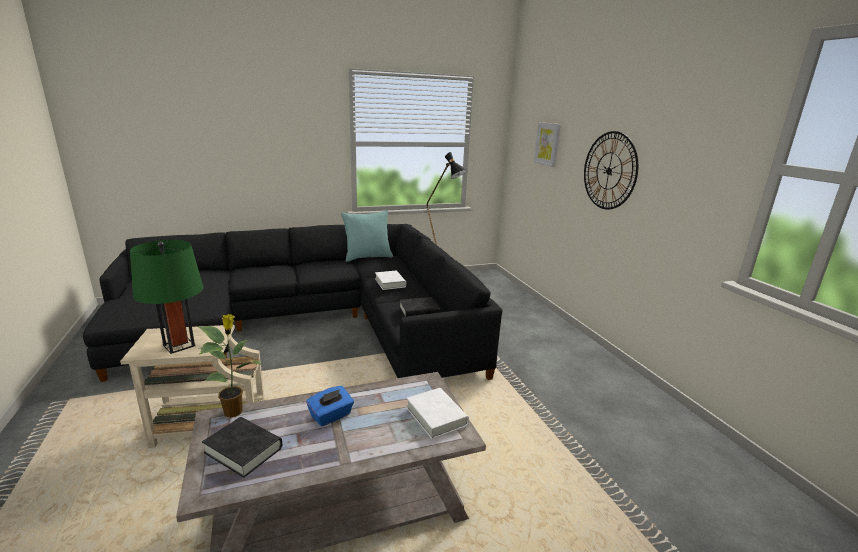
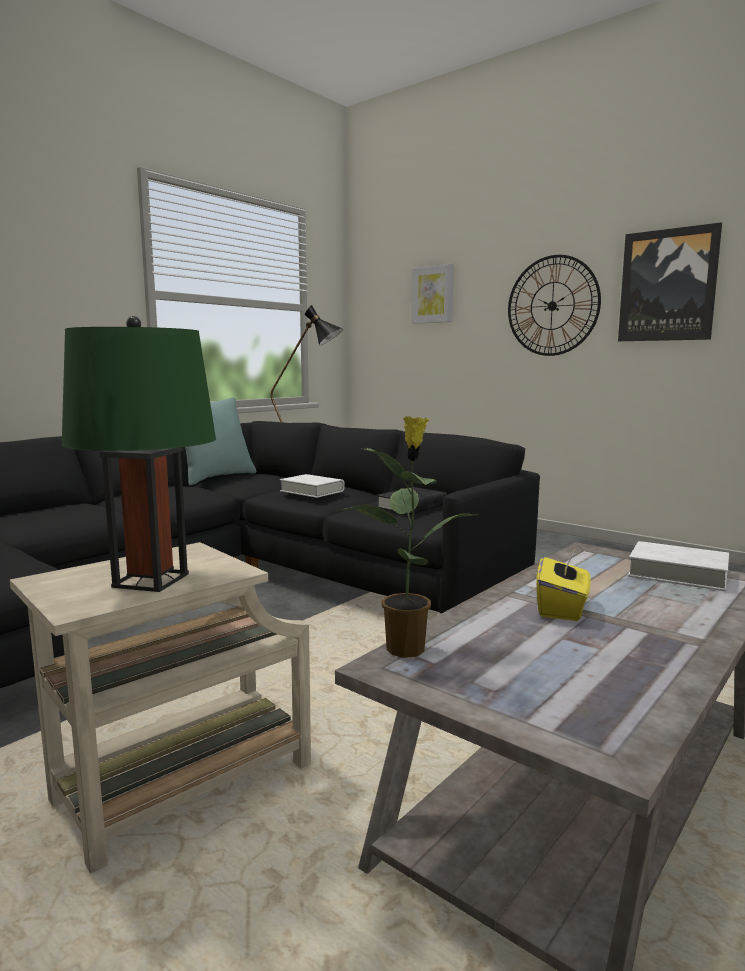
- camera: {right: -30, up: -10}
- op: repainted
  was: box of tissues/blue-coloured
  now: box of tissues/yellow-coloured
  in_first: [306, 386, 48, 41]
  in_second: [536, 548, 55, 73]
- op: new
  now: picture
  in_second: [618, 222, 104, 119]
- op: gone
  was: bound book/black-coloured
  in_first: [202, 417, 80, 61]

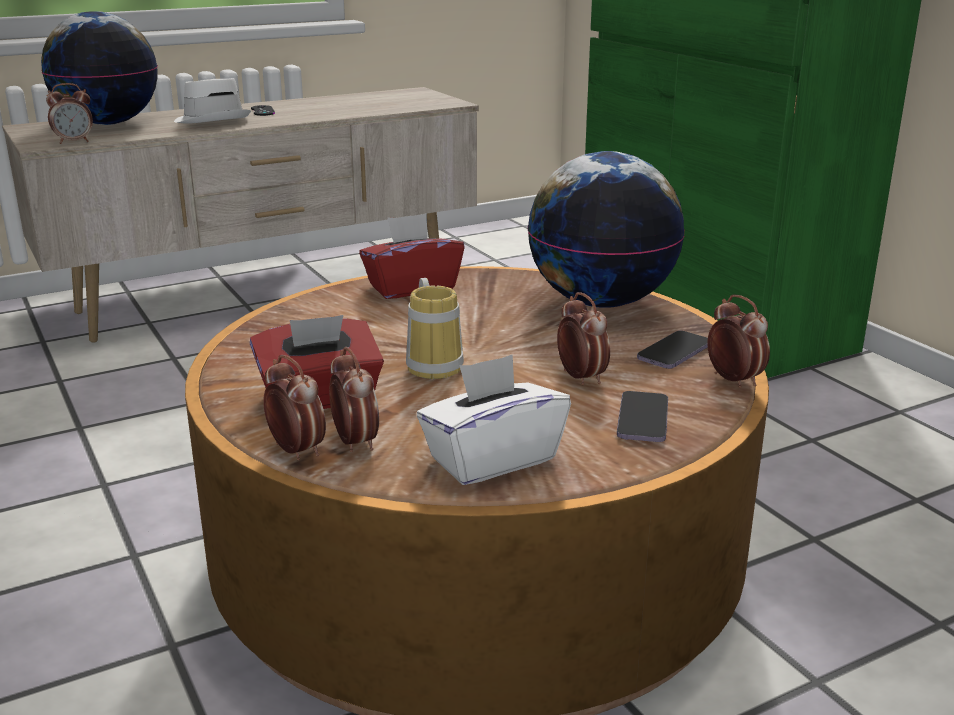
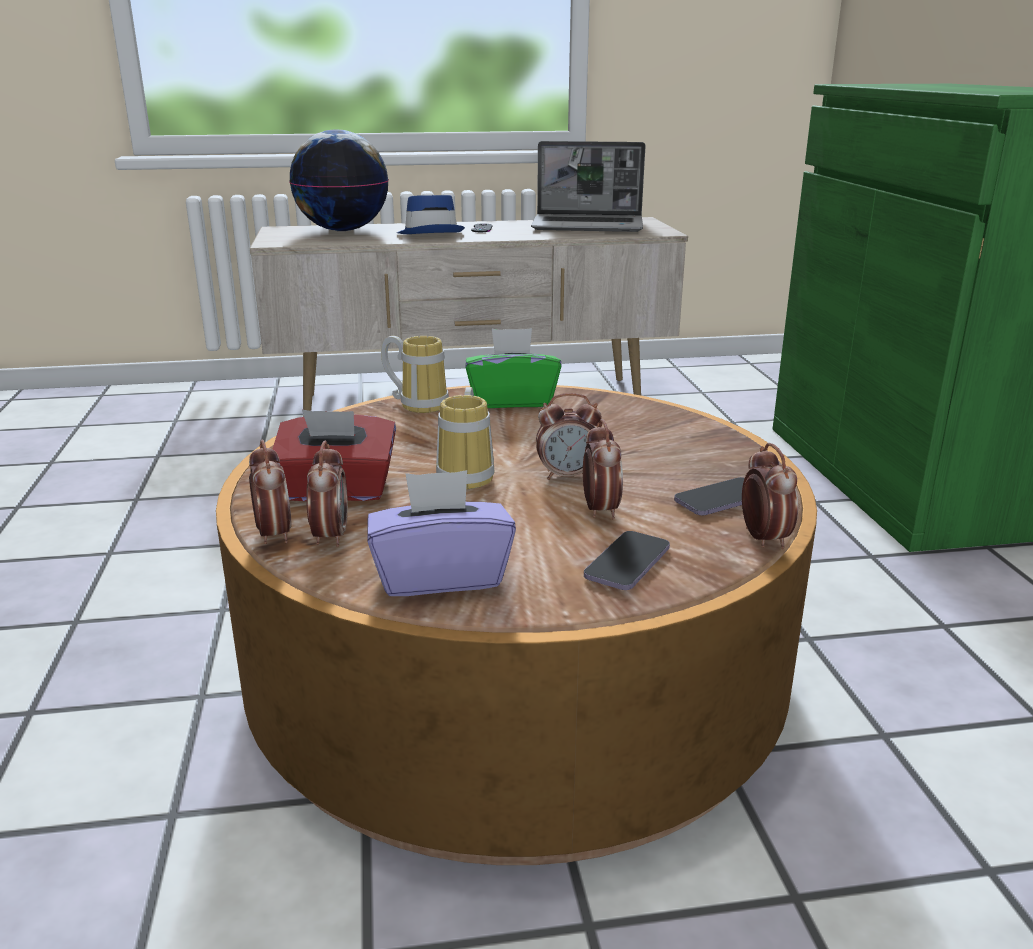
- camera: {right: 20, up: 0}
- op: repainted
  was: box of tissues/whitish
  now: box of tissues/purple-coloured
  in_first: [417, 355, 154, 130]
  in_second: [367, 470, 149, 126]
- op: new
  now: coffee mug
  in_second: [381, 336, 68, 77]
- op: repainted
  was: hat/whitish
  now: hat/blue-coloured
  in_first: [174, 78, 77, 46]
  in_second: [397, 195, 68, 39]
- op: repainted
  was: box of tissues/reddish
  now: box of tissues/greenish
  in_first: [359, 213, 106, 86]
  in_second: [466, 328, 96, 80]
- op: new
  now: notebook computer
  in_second: [531, 141, 114, 91]
- op: shifted
  was: bedside clock
  in_first: [46, 83, 47, 61]
  in_second: [536, 393, 66, 87]
- op: gone
  was: globe
  in_first: [527, 151, 158, 157]

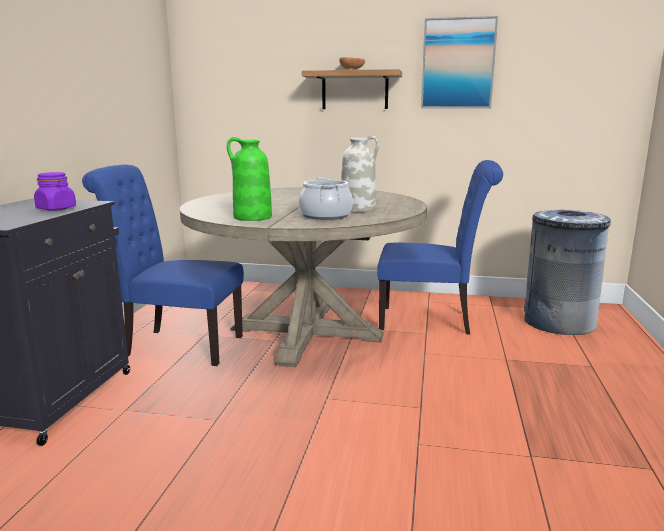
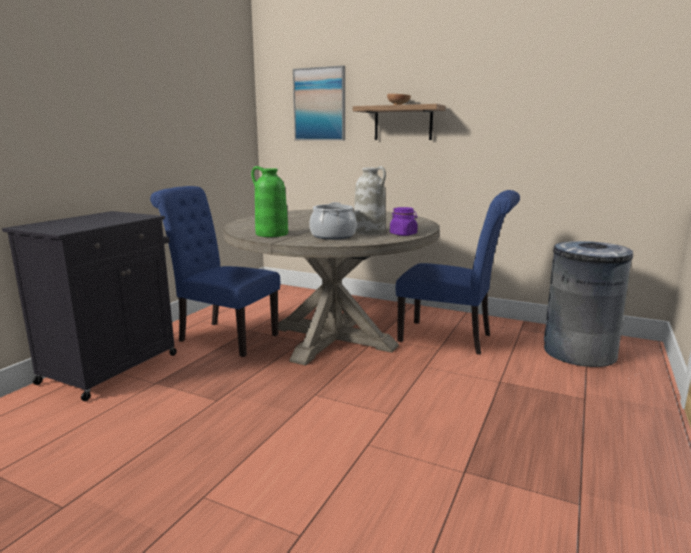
- camera: {right: 15, up: 0}
- op: shifted
  was: picture
  in_first: [421, 16, 77, 93]
  in_second: [293, 65, 52, 76]
- op: shifted
  was: preserve jar/purple-coloured
  in_first: [34, 172, 42, 38]
  in_second: [390, 207, 28, 29]

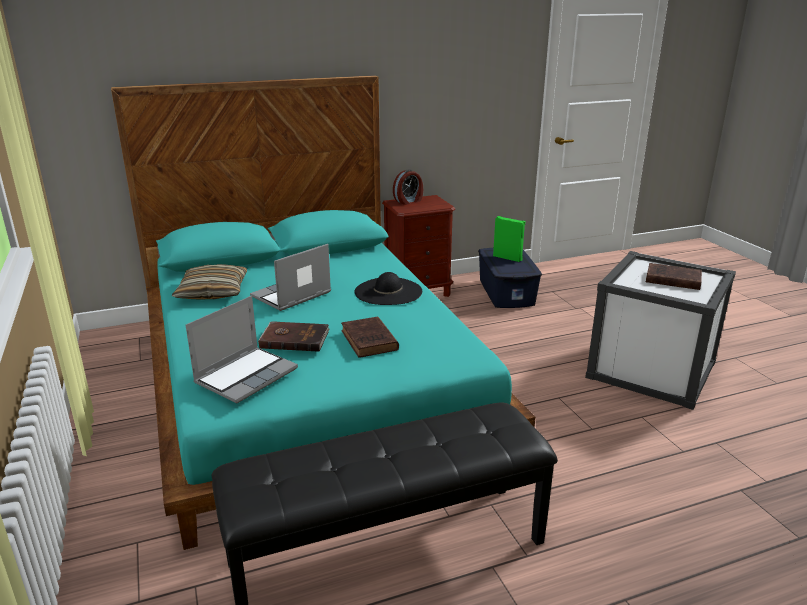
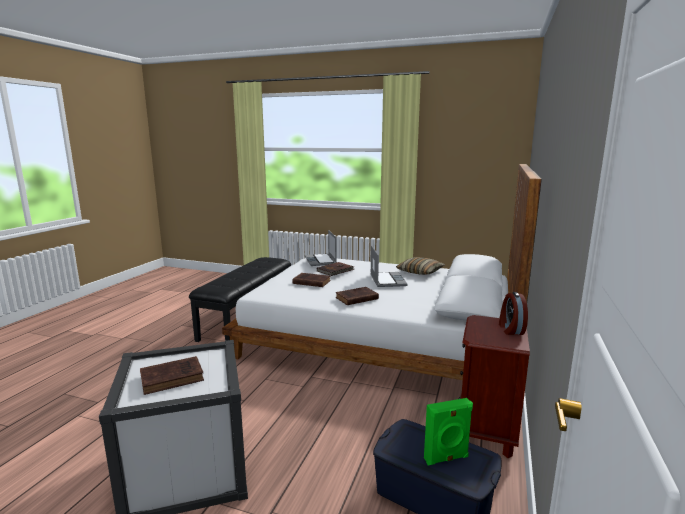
- camera: {right: 130, up: -10}
- op: repainted
  was: bedroom bed/turquoise
  now: bedroom bed/whitish
  in_first: [111, 75, 424, 475]
  in_second: [222, 164, 320, 216]
- op: swapped
  was: hat/black-coloured
  now: bound book/brown
  in_first: [354, 272, 68, 33]
  in_second: [336, 287, 43, 18]

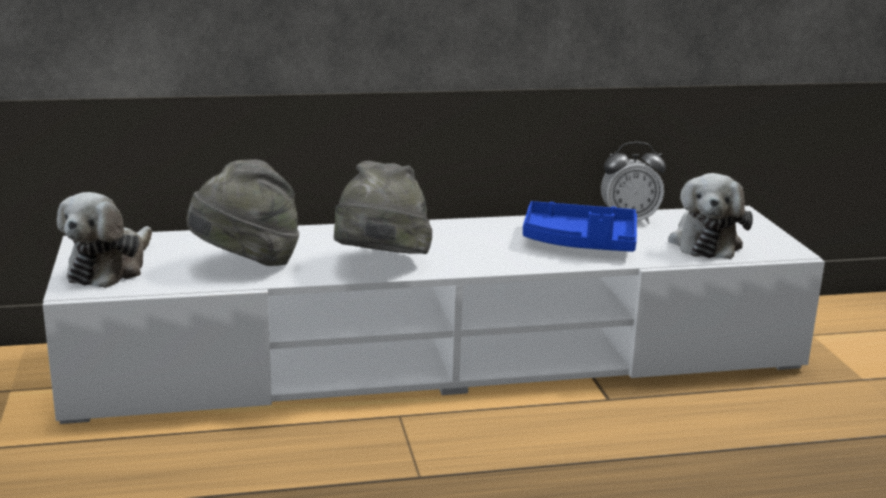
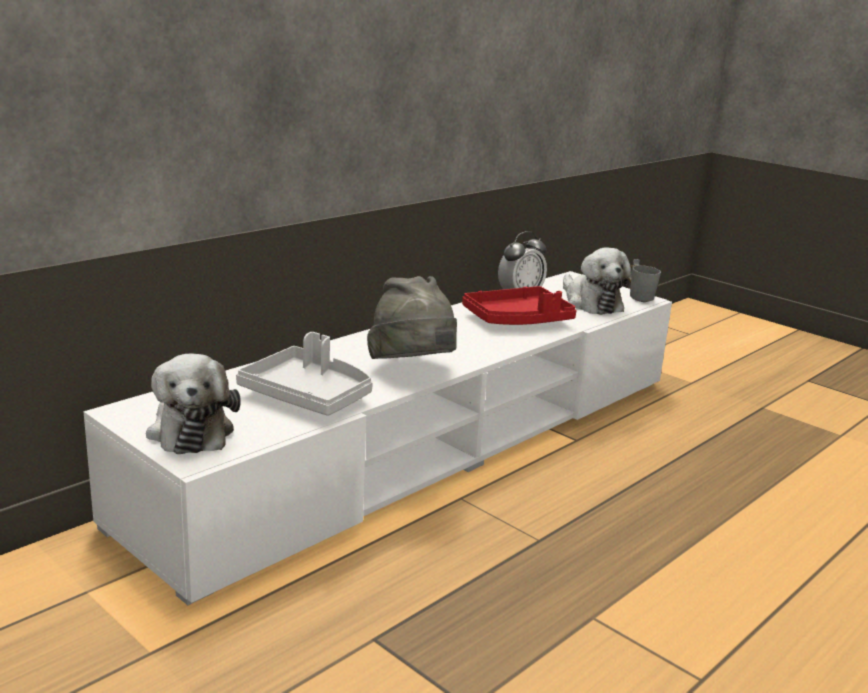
- camera: {right: -35, up: 0}
- op: swapped
  was: hat/greyish
  now: tray/greyish
  in_first: [187, 159, 112, 107]
  in_second: [236, 332, 137, 84]
- op: repainted
  was: tray/blue-coloured
  now: tray/reddish
  in_first: [523, 201, 114, 51]
  in_second: [462, 286, 115, 39]
- op: new
  now: coffee mug/greyish
  in_second: [628, 259, 33, 43]

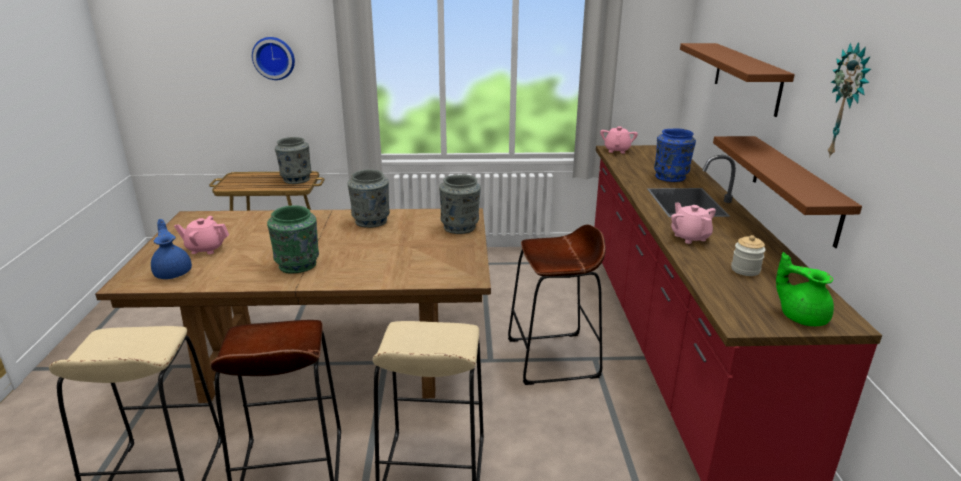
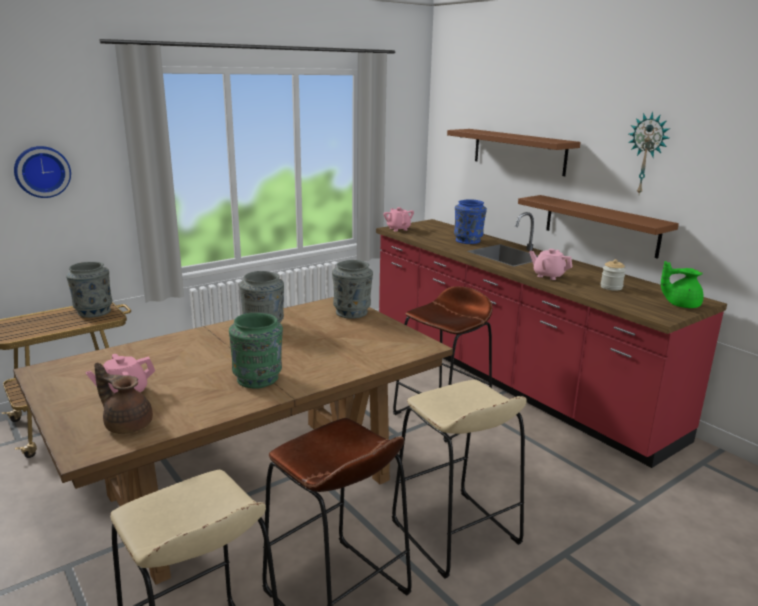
- camera: {right: -35, up: -5}
- op: repainted
  was: tea pot/blue-coloured
  now: tea pot/brown
  in_first: [151, 219, 41, 60]
  in_second: [94, 363, 59, 71]

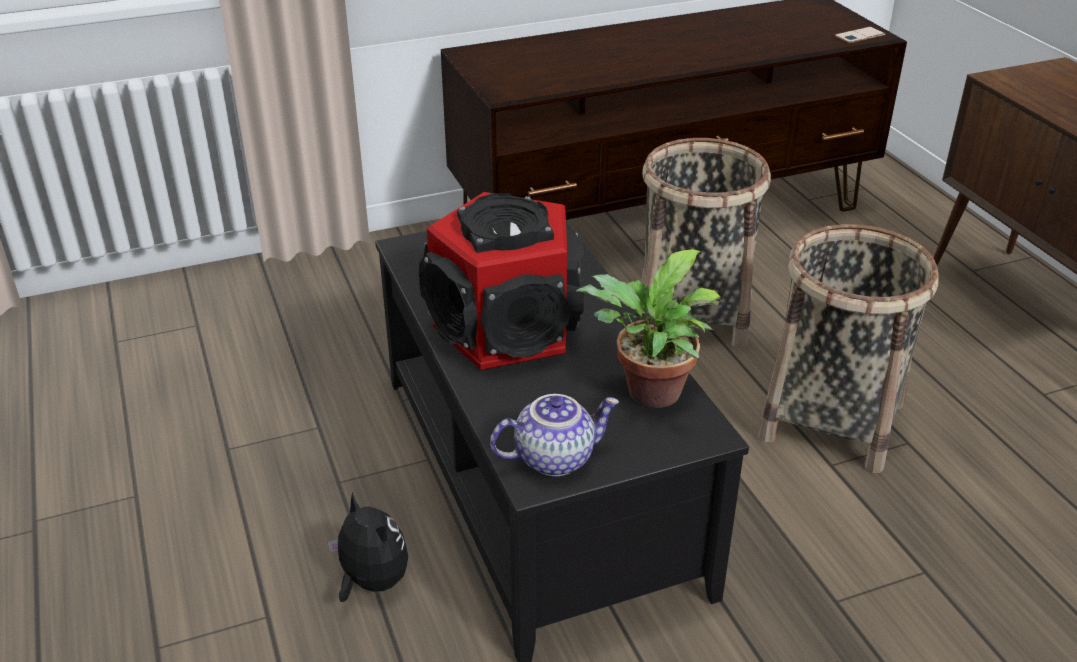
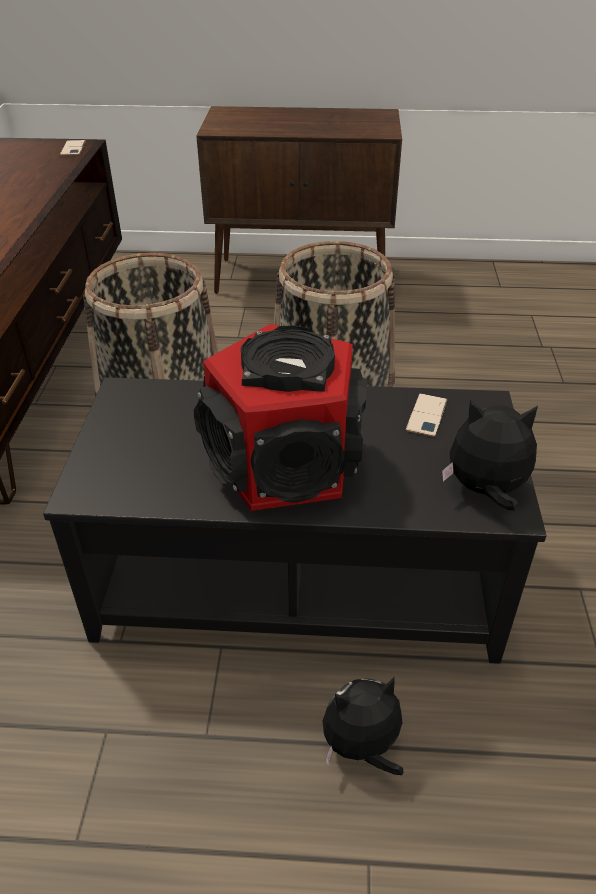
- camera: {right: -65, up: 5}
- op: swapped
  was: plant in a pot
  now: phone
  in_first: [576, 249, 145, 159]
  in_second: [406, 393, 41, 44]
- op: swapped
  was: tea pot
  now: plush toy
  in_first: [490, 394, 129, 82]
  in_second: [442, 400, 96, 110]

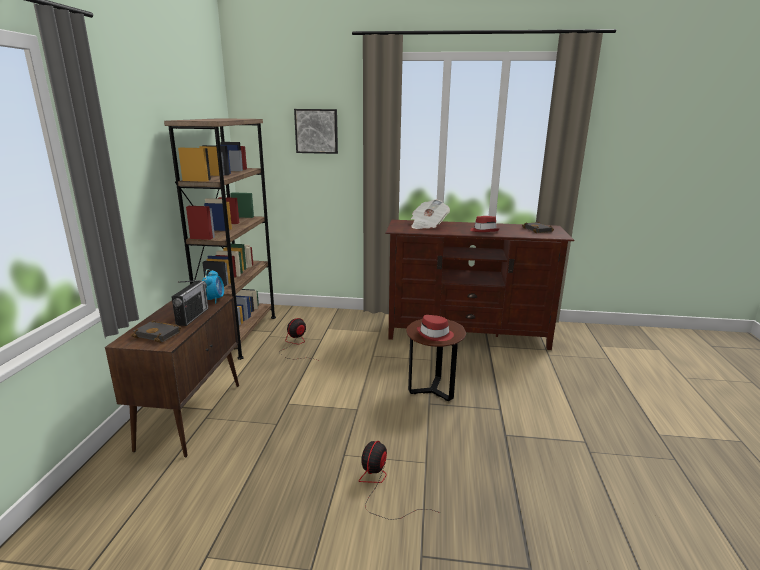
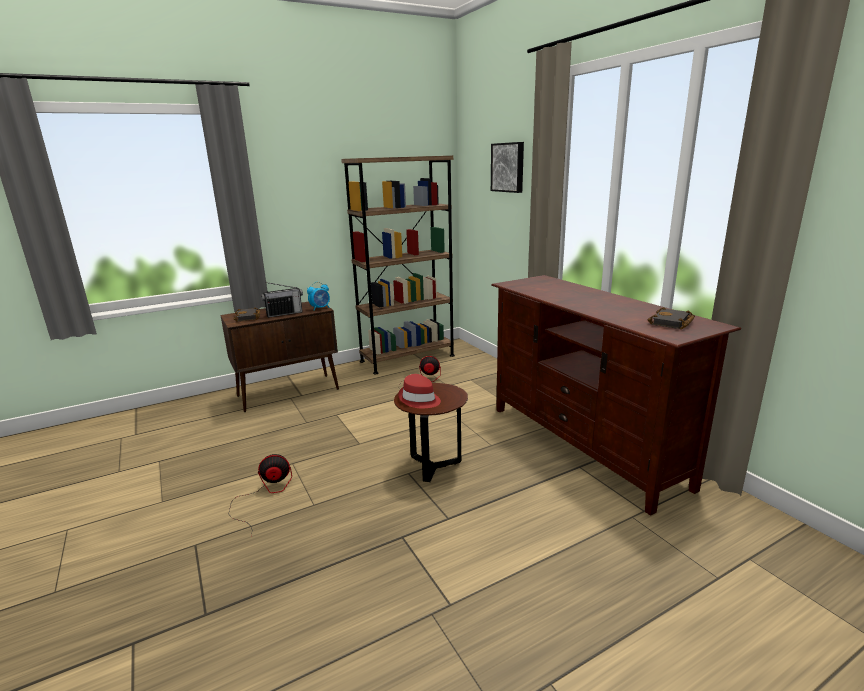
- camera: {right: 55, up: 0}
- op: gone
  was: daily paper
  in_first: [411, 200, 39, 29]
- op: gone
  was: hat/reddish
  in_first: [470, 216, 29, 16]

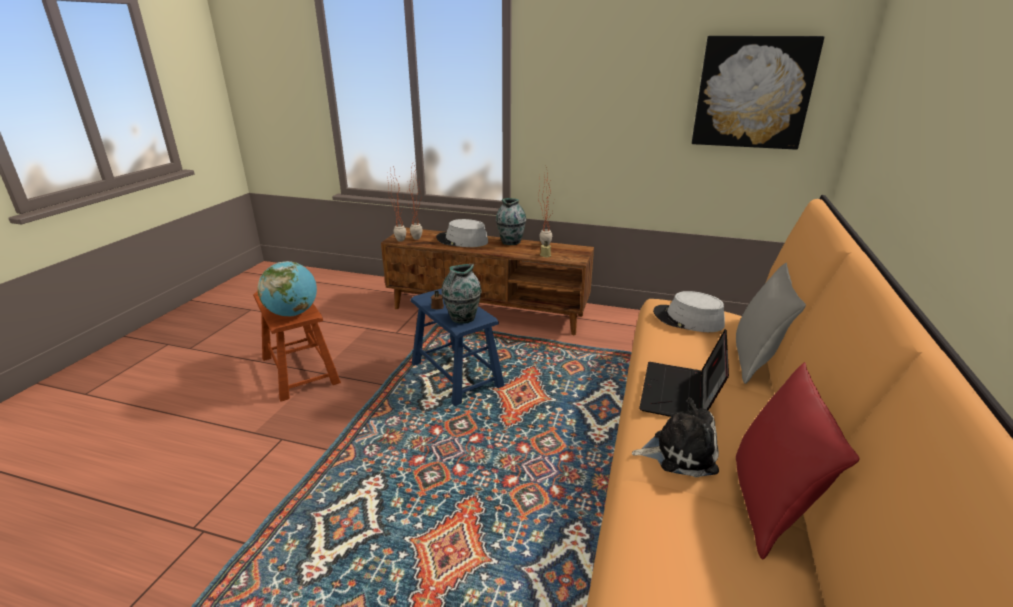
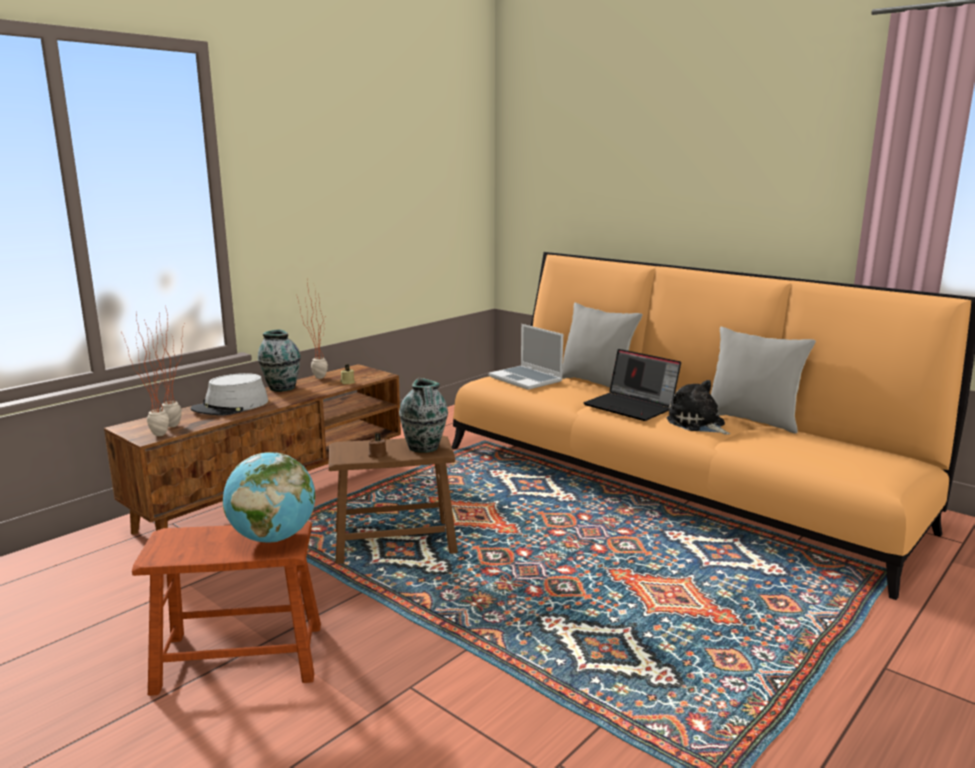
- camera: {right: -65, up: -10}
- op: repainted
  was: stool/blue-coloured
  now: stool/brown
  in_first: [410, 288, 95, 118]
  in_second: [329, 436, 129, 128]
- op: swapped
  was: hat/greyish
  now: notebook computer
  in_first: [653, 291, 72, 41]
  in_second: [488, 324, 75, 66]
- op: rotated
  was: plush toy
  in_first: [632, 398, 87, 79]
  in_second: [667, 380, 63, 55]
  clockwise: -60
- op: repainted
  was: cushion/reddish
  now: cushion/greyish
  in_first: [736, 362, 123, 198]
  in_second: [711, 327, 105, 107]
- op: gone
  was: picture
  in_first: [692, 36, 132, 114]

